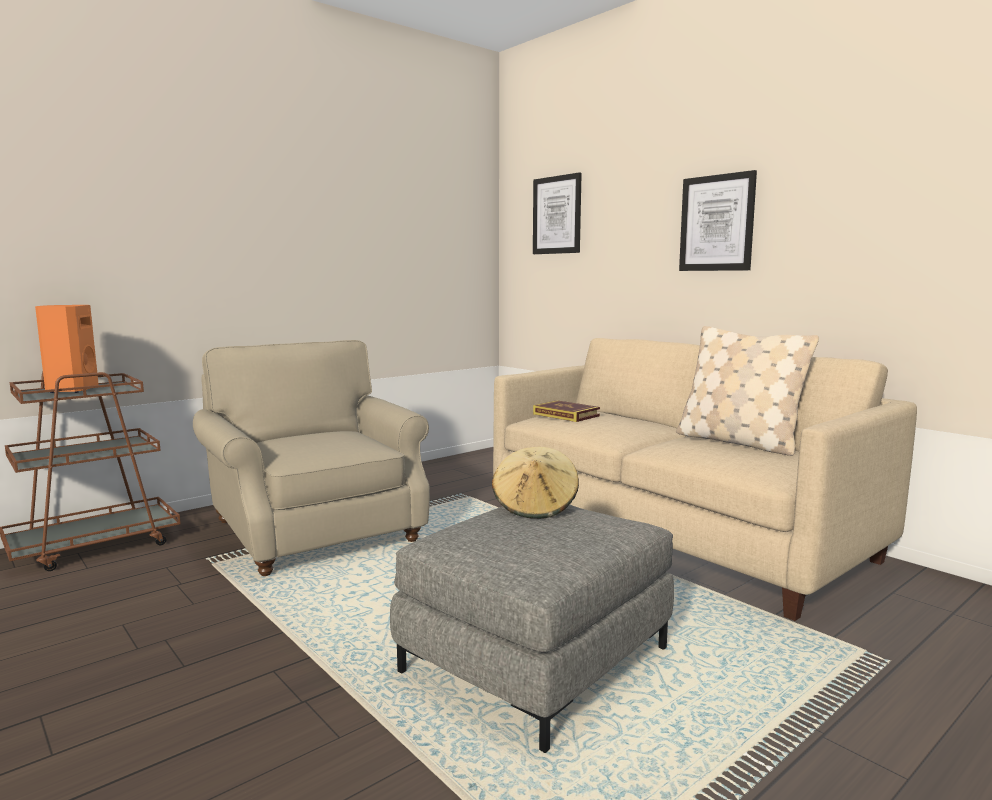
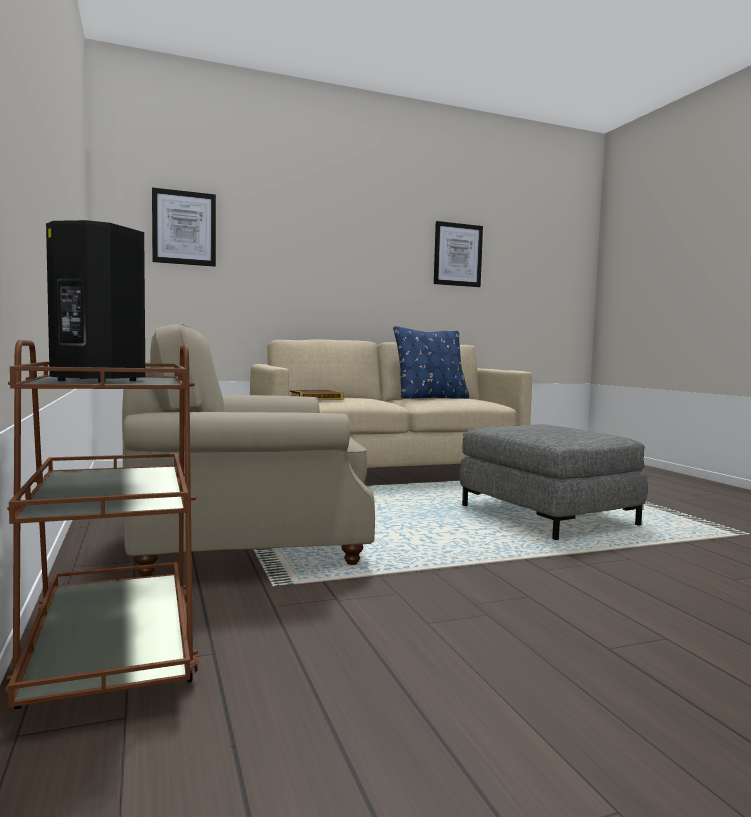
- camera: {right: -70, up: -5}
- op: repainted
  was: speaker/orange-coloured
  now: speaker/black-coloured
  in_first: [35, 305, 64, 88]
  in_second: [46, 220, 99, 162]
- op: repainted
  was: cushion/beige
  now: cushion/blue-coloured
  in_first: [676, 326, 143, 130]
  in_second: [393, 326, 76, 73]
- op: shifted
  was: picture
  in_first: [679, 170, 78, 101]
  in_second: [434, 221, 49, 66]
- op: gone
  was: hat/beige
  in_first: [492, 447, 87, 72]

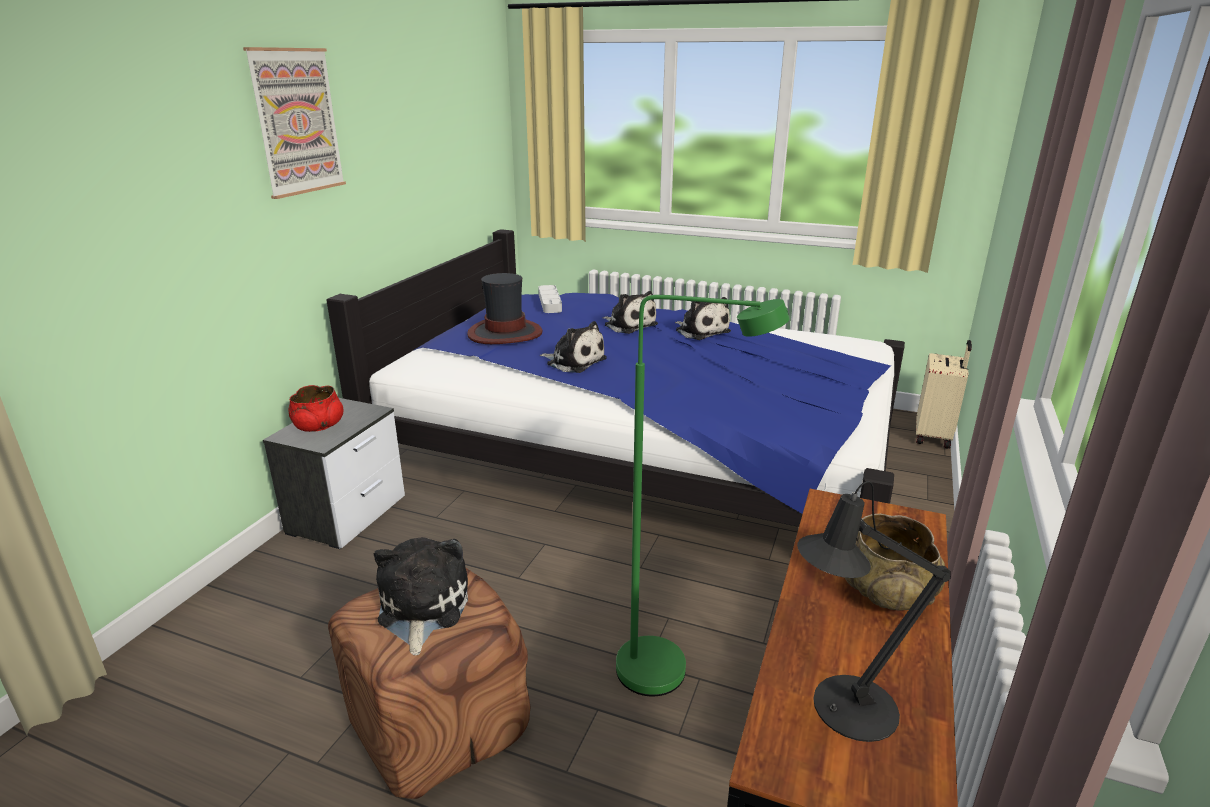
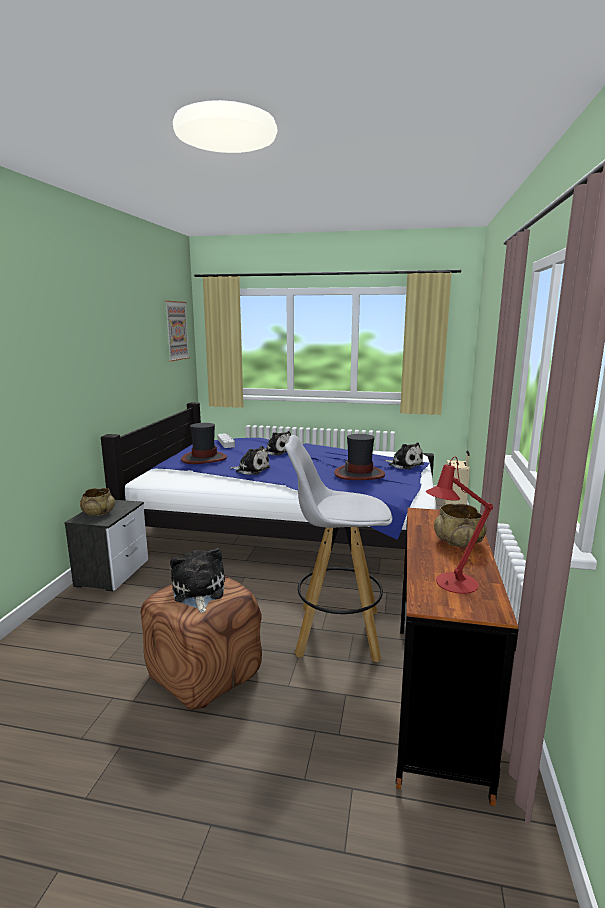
- camera: {right: -10, up: -10}
- op: repainted
  was: deep dish/reddish
  now: deep dish/beige
  in_first: [288, 385, 55, 47]
  in_second: [80, 488, 35, 28]
- op: shifted
  was: picture
  in_first: [243, 47, 103, 152]
  in_second: [165, 301, 25, 61]
- op: swapped
  was: standing lamp/greenish
  now: stool/whitish
  in_first: [616, 295, 174, 401]
  in_second: [285, 435, 107, 228]
- op: new
  now: hat
  in_second: [334, 434, 51, 46]
- op: shifted
  was: plush toy
  in_first: [675, 297, 56, 43]
  in_second: [386, 443, 38, 27]
- op: repainted
  was: table lamp/black-coloured
  now: table lamp/reddish
  in_first: [797, 481, 154, 261]
  in_second: [426, 457, 67, 137]

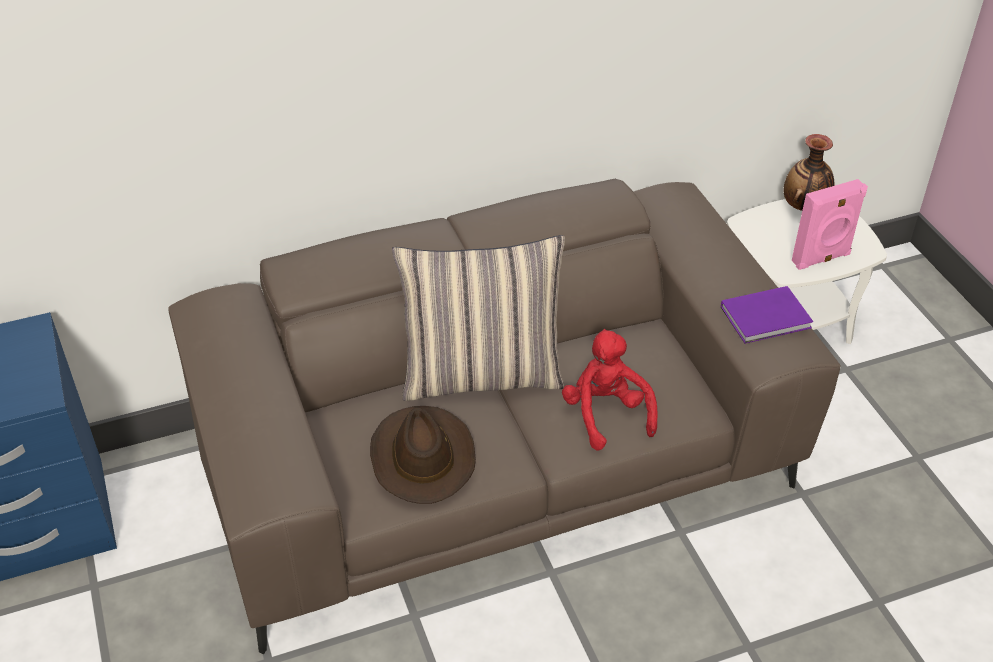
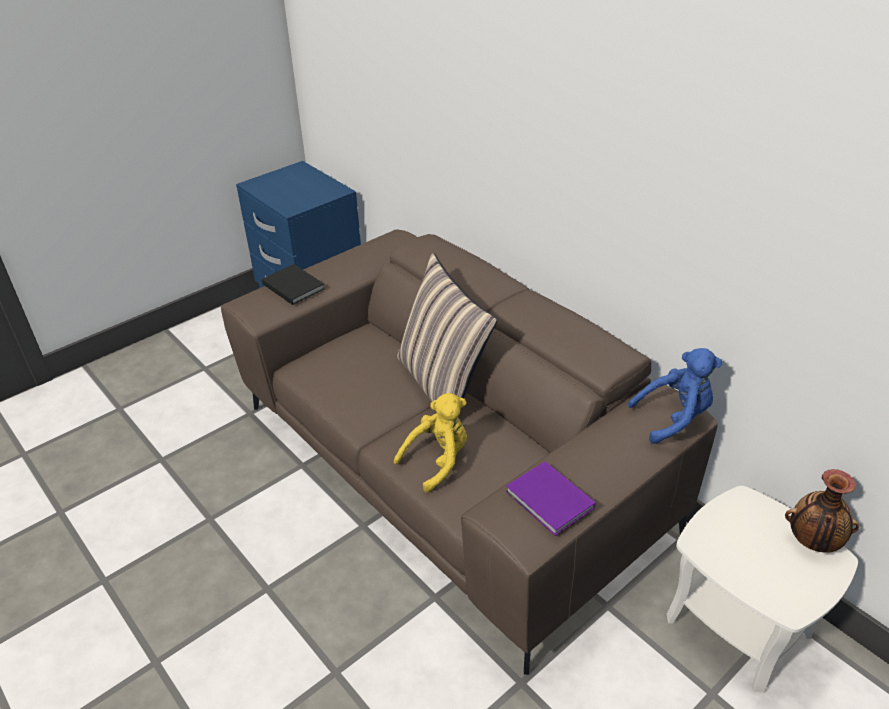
- camera: {right: 70, up: -5}
- op: new
  now: bound book/black-coloured
  in_second: [262, 264, 63, 41]
- op: repainted
  was: plush toy/reddish
  now: plush toy/yellow-coloured
  in_first: [562, 329, 96, 122]
  in_second: [394, 393, 73, 100]
- op: new
  now: plush toy/blue-coloured
  in_second: [628, 348, 94, 96]
- op: gone
  was: hat/brown
  in_first: [370, 406, 106, 98]
- op: gone
  was: speaker/pink-coloured
  in_first: [792, 179, 76, 91]

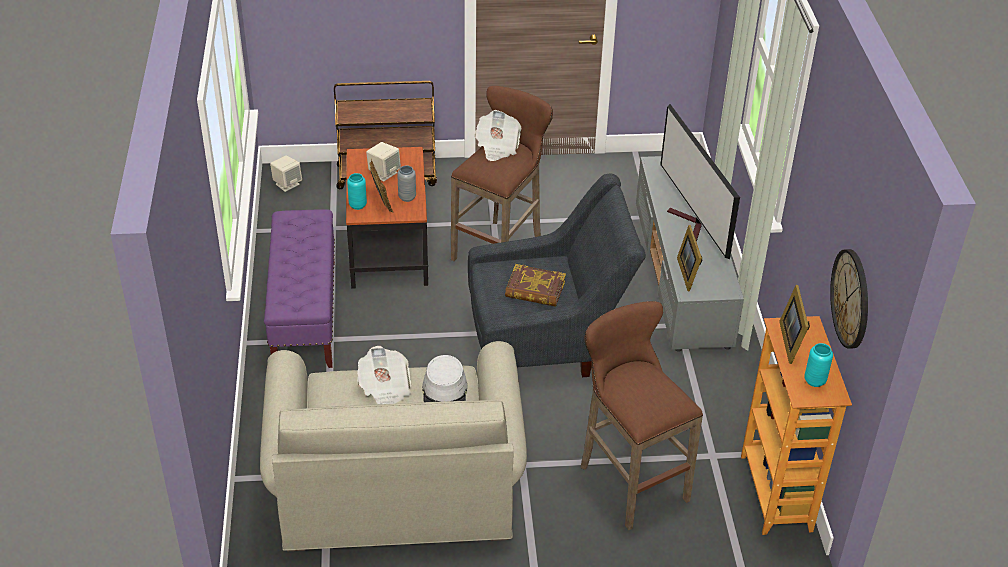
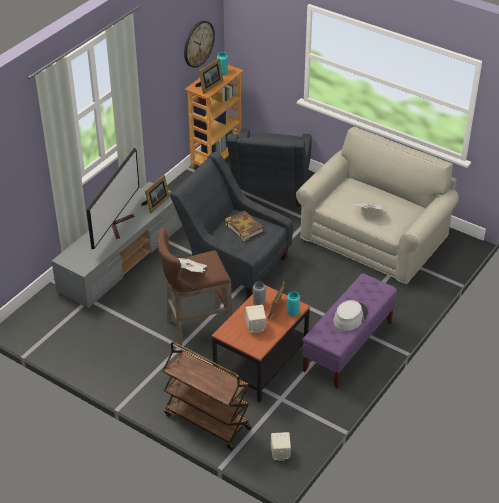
- camera: {right: -140, up: 0}
- op: swapped
  was: stool/brown
  now: lounge chair/greyish
  in_first: [580, 301, 123, 229]
  in_second: [227, 128, 85, 79]
- op: shifted
  was: hat/greyish
  in_first: [422, 355, 46, 47]
  in_second: [333, 300, 35, 31]

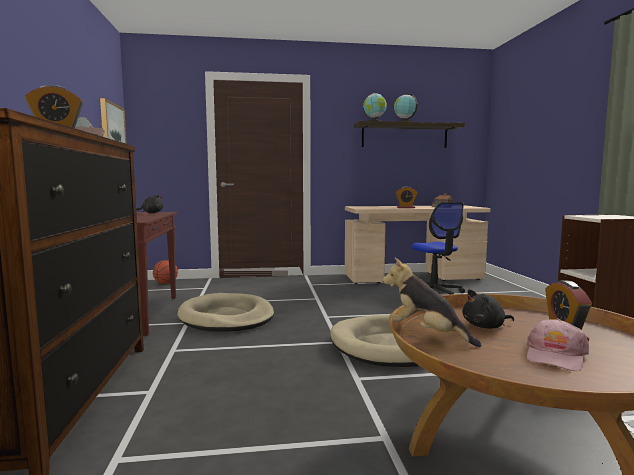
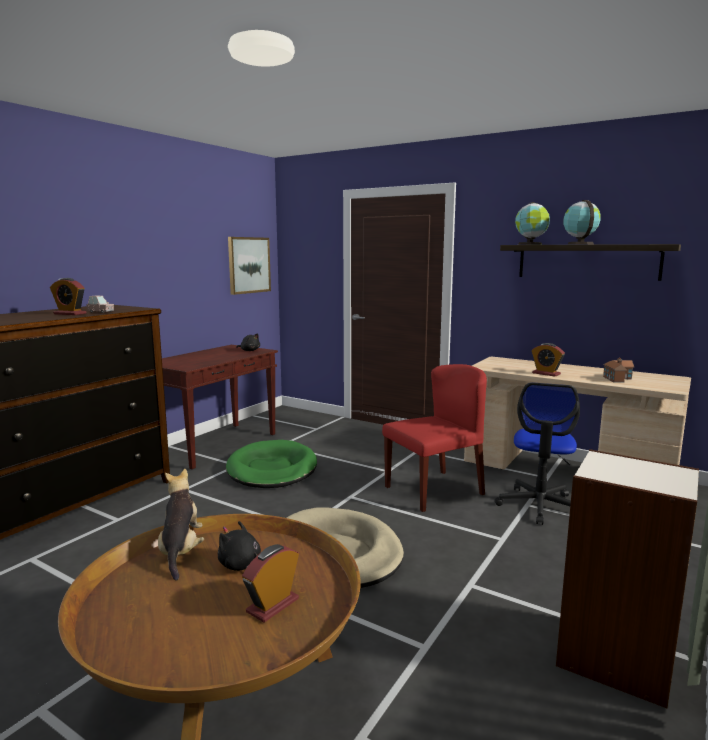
- camera: {right: 40, up: 5}
- op: repainted
  was: dog bed/beige
  now: dog bed/greenish
  in_first: [178, 293, 96, 39]
  in_second: [226, 440, 91, 48]
- op: new
  now: chair/reddish
  in_second: [382, 364, 105, 148]
- op: gone
  was: basketball
  in_first: [153, 260, 25, 24]
- op: gone
  was: peaked cap/pink-coloured
  in_first: [527, 318, 62, 53]

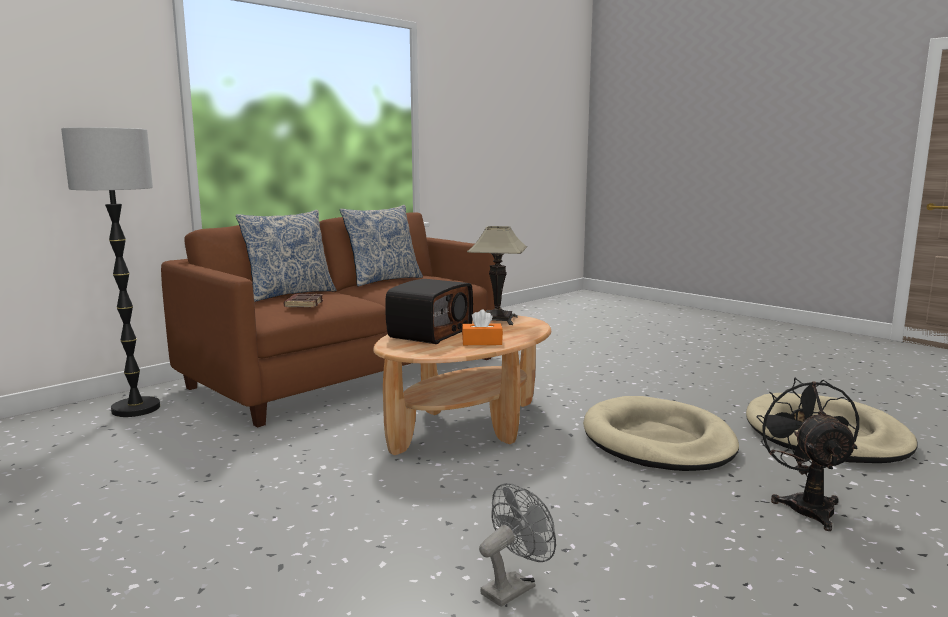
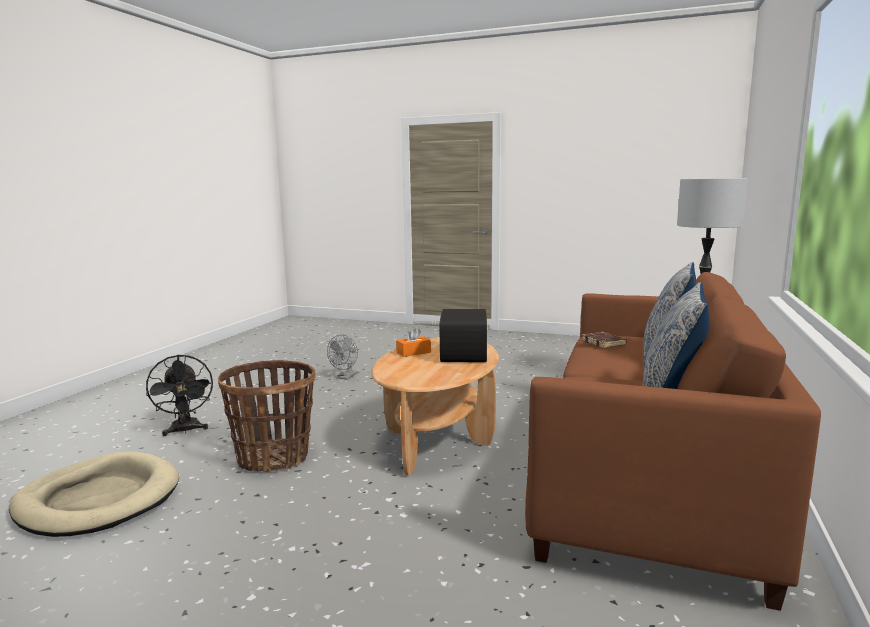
- camera: {right: 155, up: 0}
- op: swapped
  was: dog bed/beige
  now: household basket
  in_first: [583, 396, 156, 75]
  in_second: [218, 360, 97, 112]
- op: gone
  was: table lamp
  in_first: [467, 226, 60, 99]

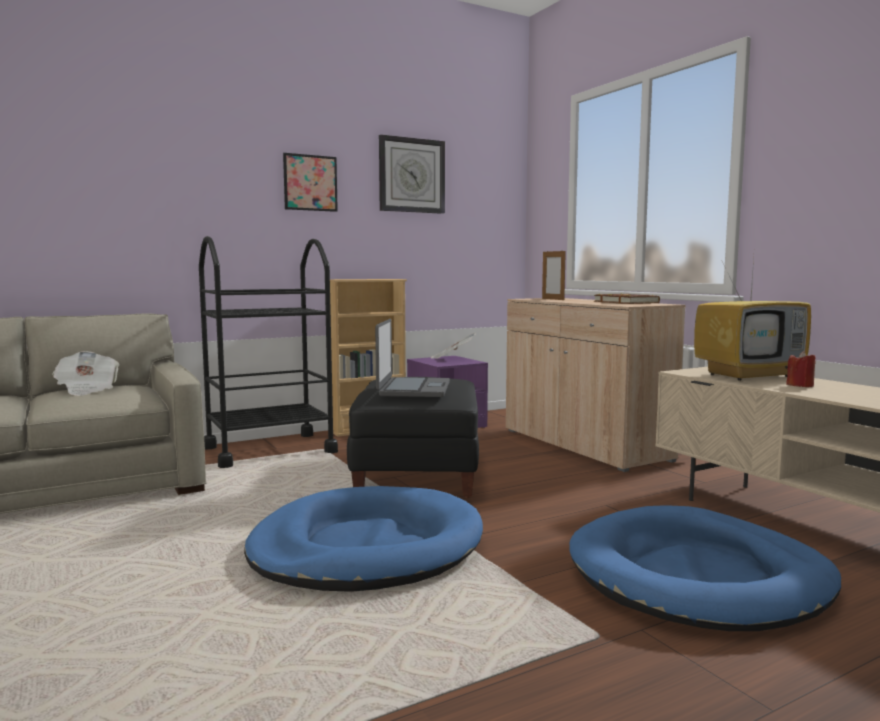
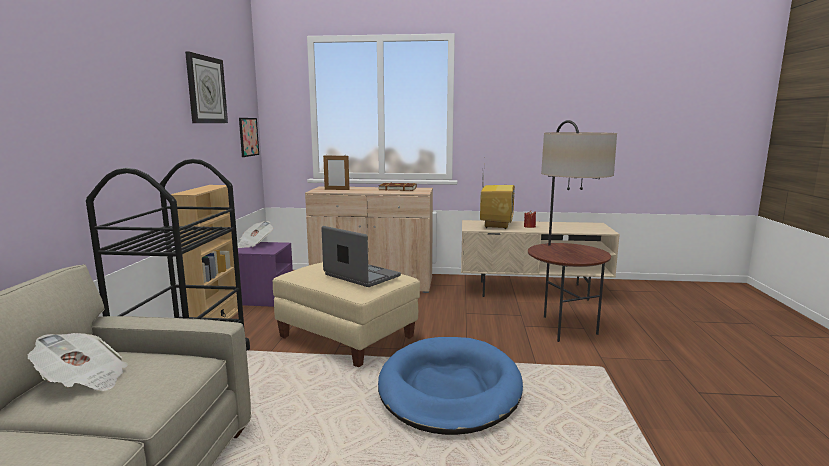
- camera: {right: -55, up: 5}
- op: shifted
  was: picture
  in_first: [283, 153, 55, 59]
  in_second: [239, 118, 20, 39]
- op: repainted
  was: pouffe/black-coloured
  now: pouffe/beige
  in_first: [347, 377, 132, 121]
  in_second: [273, 262, 147, 106]
- op: swapped
  was: dog bed/blue-coloured
  now: standing lamp
  in_first: [569, 505, 272, 126]
  in_second: [528, 120, 89, 222]

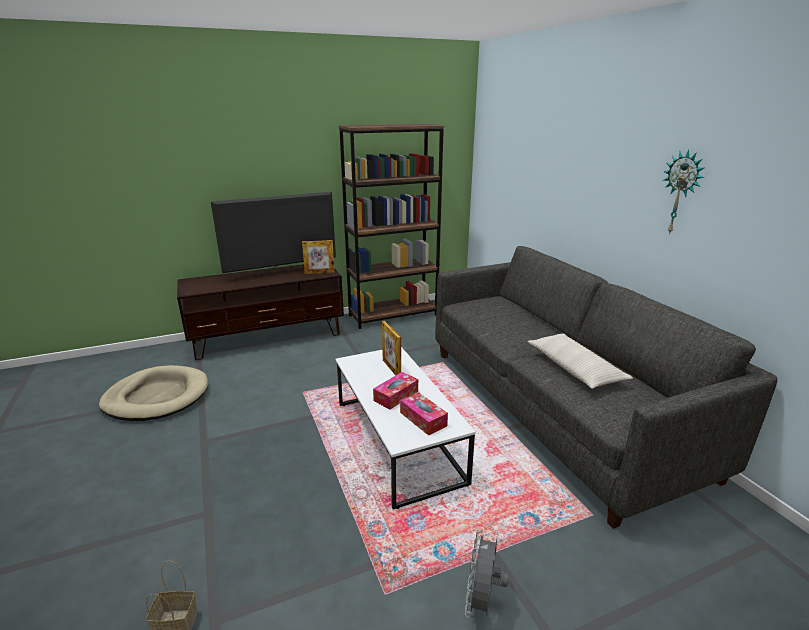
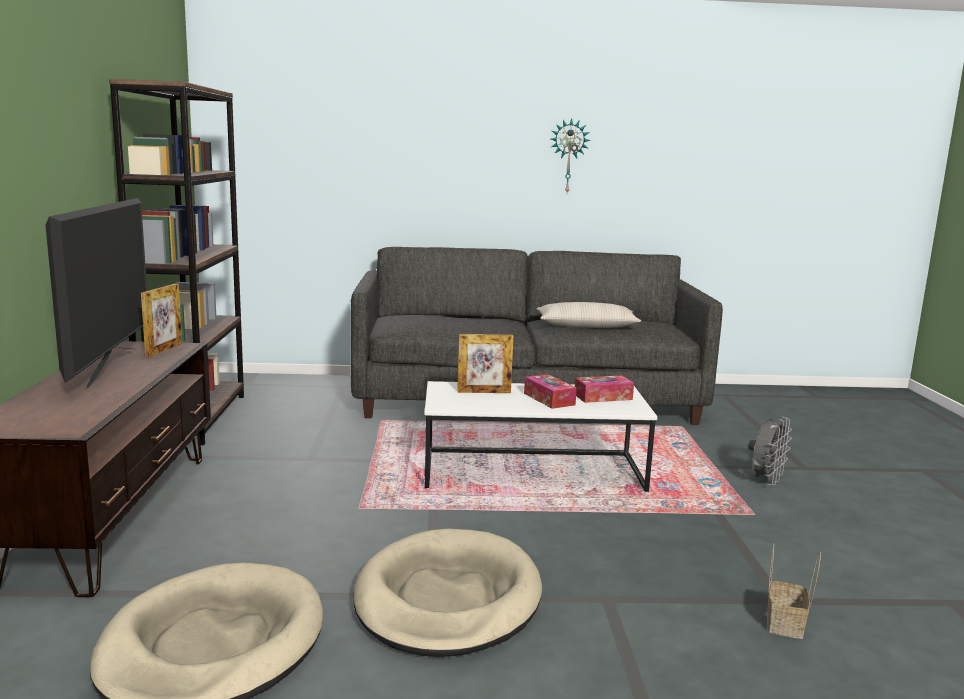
- camera: {right: -70, up: -10}
- op: new
  now: dog bed/beige
  in_second: [353, 529, 189, 128]
- op: rotated
  was: cooling fan/greyish
  in_first: [465, 531, 44, 87]
  in_second: [748, 417, 44, 68]
  clockwise: -90

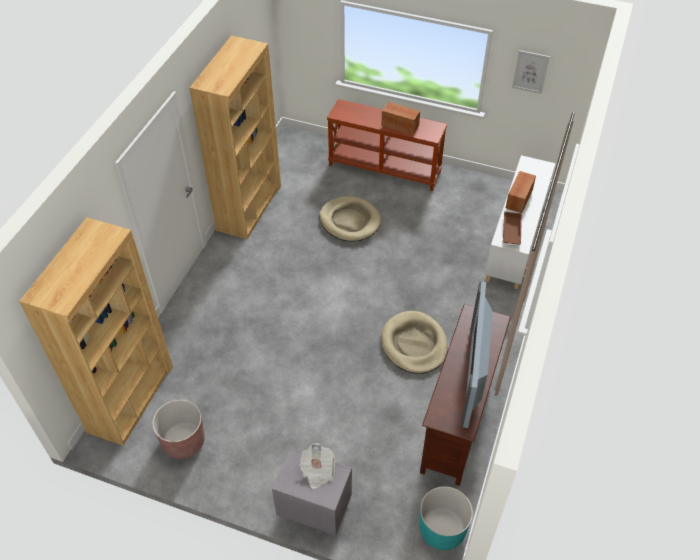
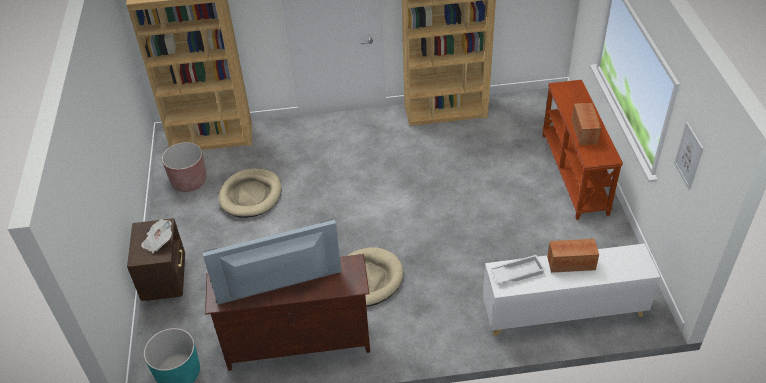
- camera: {right: 65, up: -5}
- op: repainted
  was: night table/greyish
  now: night table/brown
  in_first: [272, 448, 80, 88]
  in_second: [127, 218, 58, 83]
- op: shifted
  was: dog bed/beige
  in_first: [319, 196, 62, 46]
  in_second: [218, 168, 64, 50]
- op: repainted
  was: tray/brown
  now: tray/whitish
  in_first: [503, 212, 19, 33]
  in_second: [490, 255, 55, 29]

